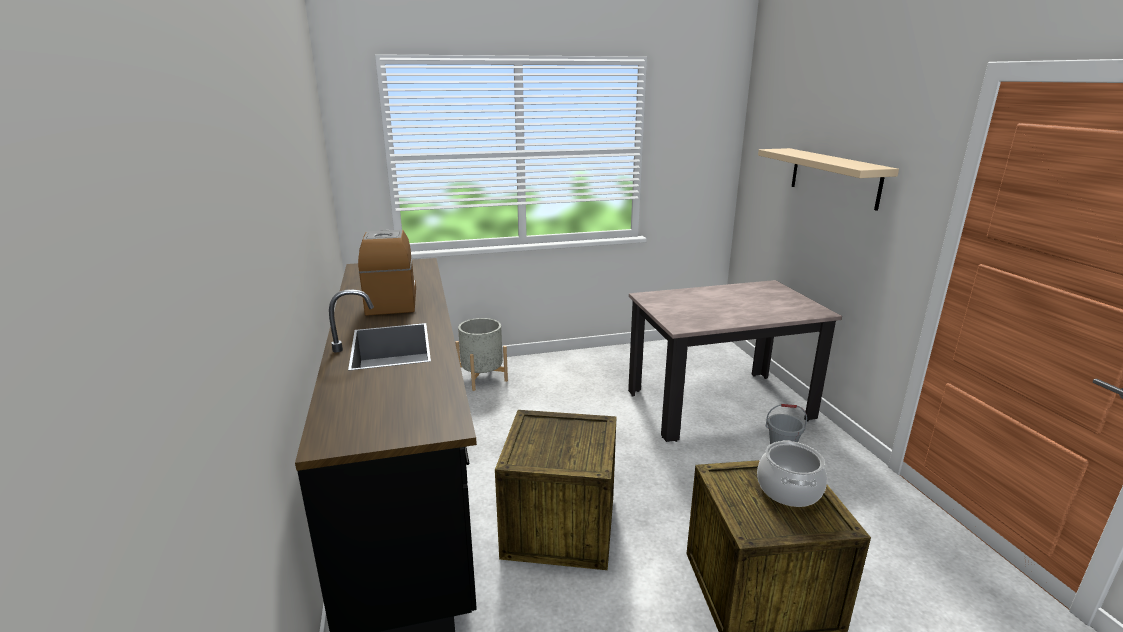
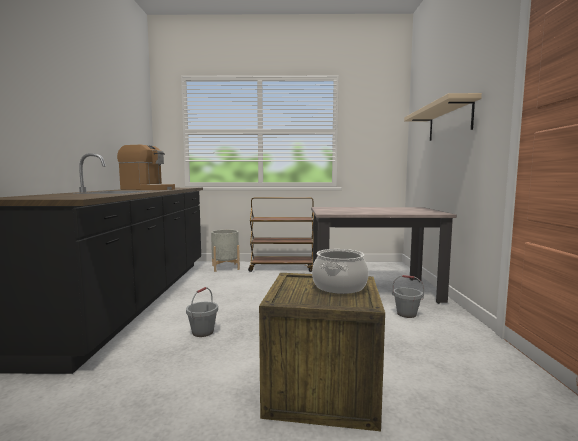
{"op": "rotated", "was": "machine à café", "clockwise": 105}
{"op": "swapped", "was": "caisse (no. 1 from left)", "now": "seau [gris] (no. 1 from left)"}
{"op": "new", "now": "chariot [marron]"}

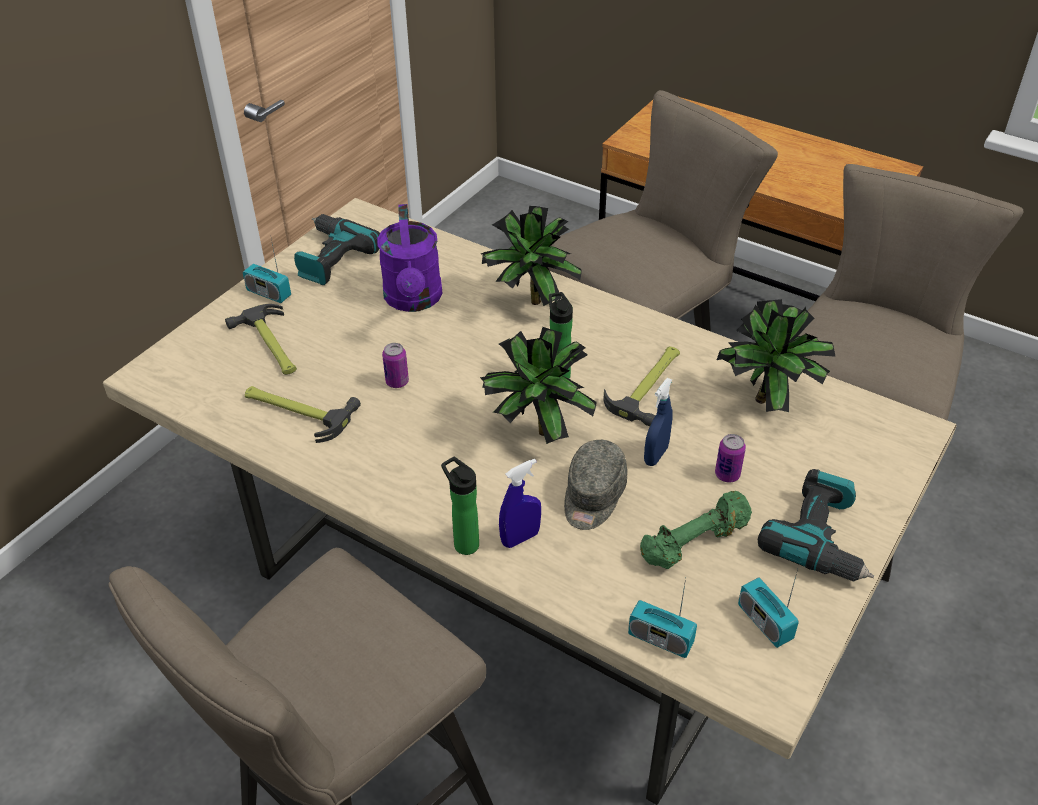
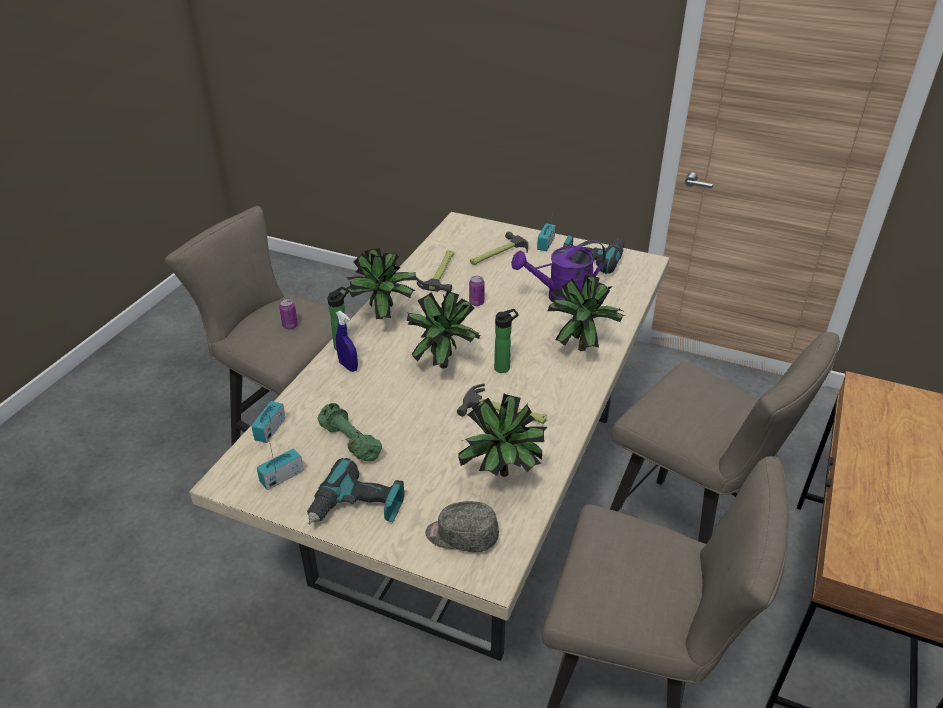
{"op": "shifted", "was": "casquette [gris]"}
{"op": "gone", "was": "vaporisateur [bleu] (no. 2 from left)"}
{"op": "shifted", "was": "boîte métallique (no. 2 from left in the first image)", "now": "boîte métallique (no. 1 from left)"}
{"op": "new", "now": "plante en pot (no. 1 from left)"}

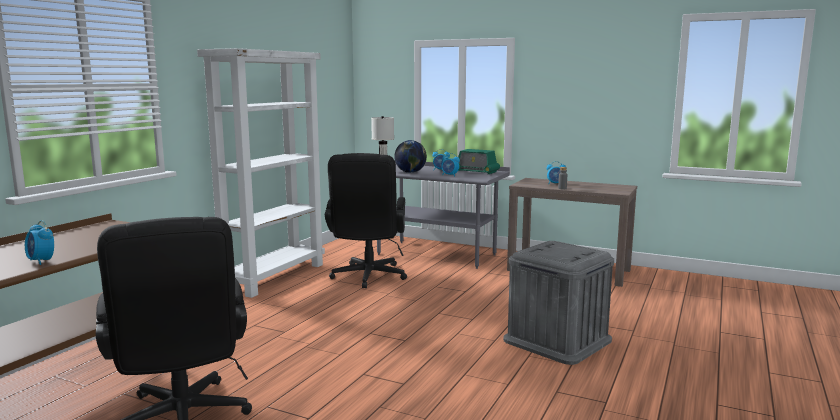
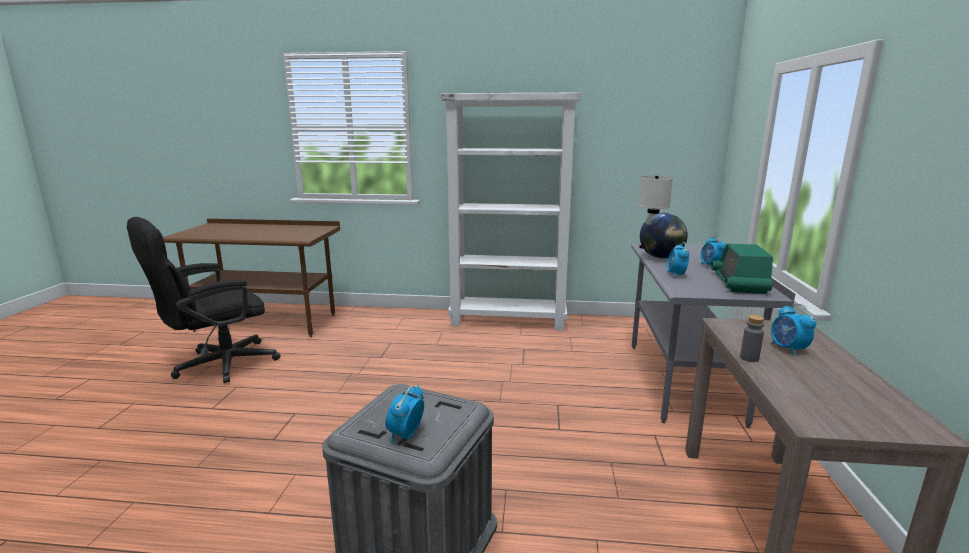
{"op": "shifted", "was": "réveil (no. 1 from left)"}
{"op": "gone", "was": "chaise de bureau [noir] (no. 2 from left)"}

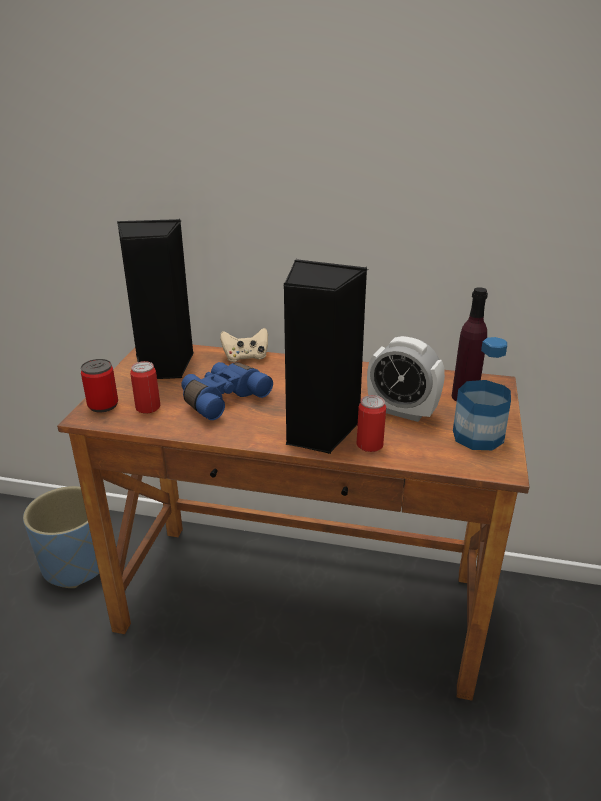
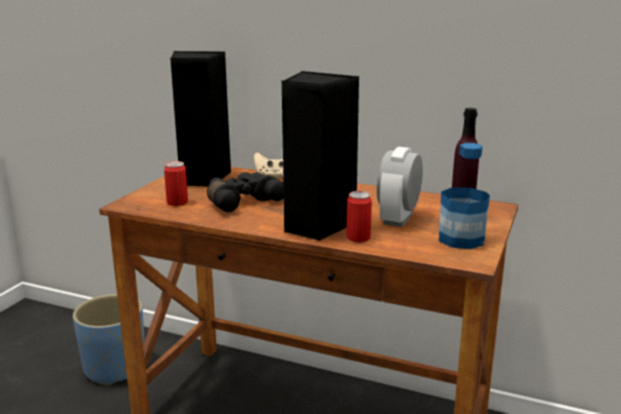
{"op": "gone", "was": "boîte métallique (no. 1 from left)"}
{"op": "repainted", "was": "jumelles [bleu]", "now": "jumelles [noir]"}
{"op": "rotated", "was": "réveil", "clockwise": 75}

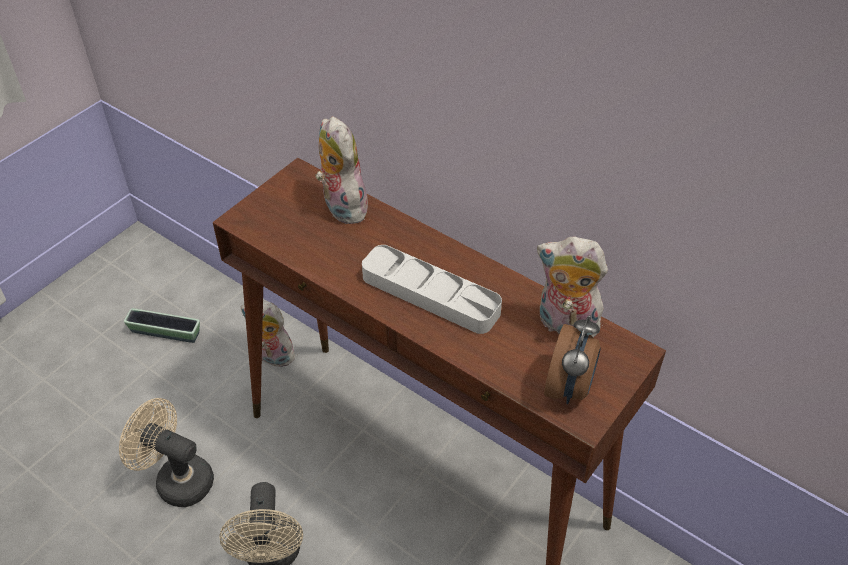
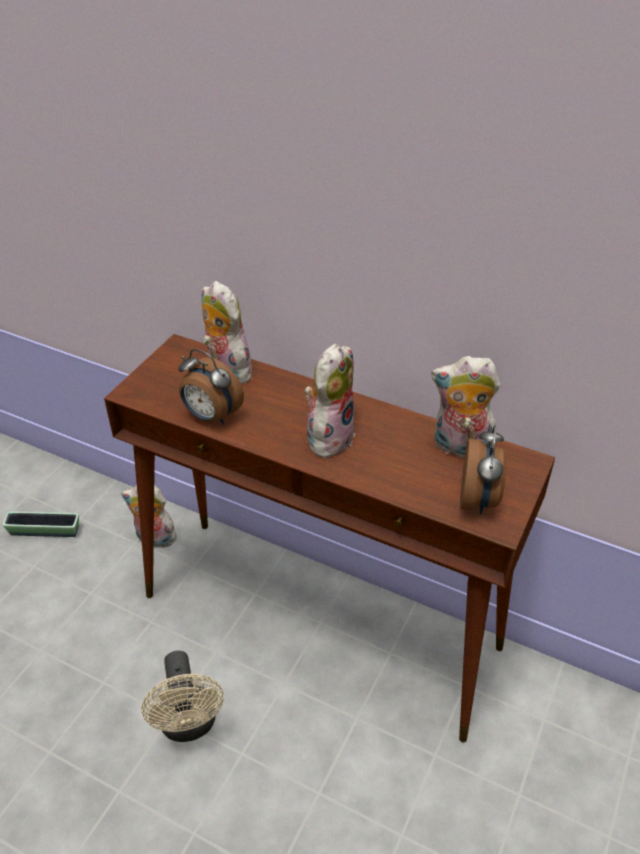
{"op": "gone", "was": "ventilateur [beige] (no. 1 from left)"}
{"op": "swapped", "was": "plateau [gris]", "now": "peluche (no. 3 from left)"}
{"op": "new", "now": "réveil (no. 1 from left)"}

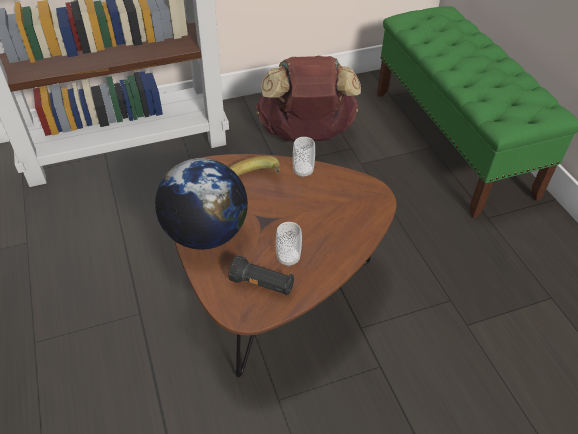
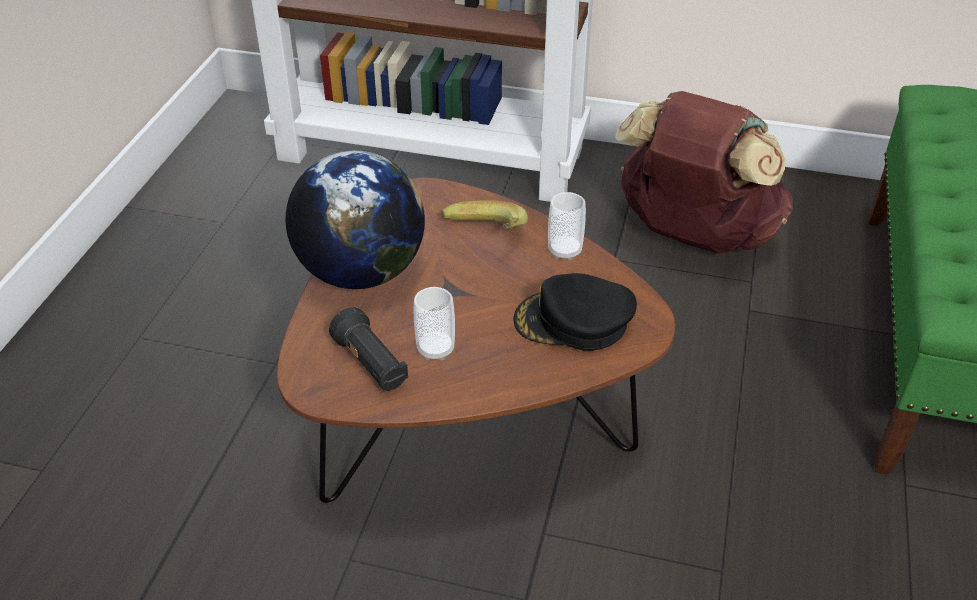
{"op": "new", "now": "casquette [noir]"}

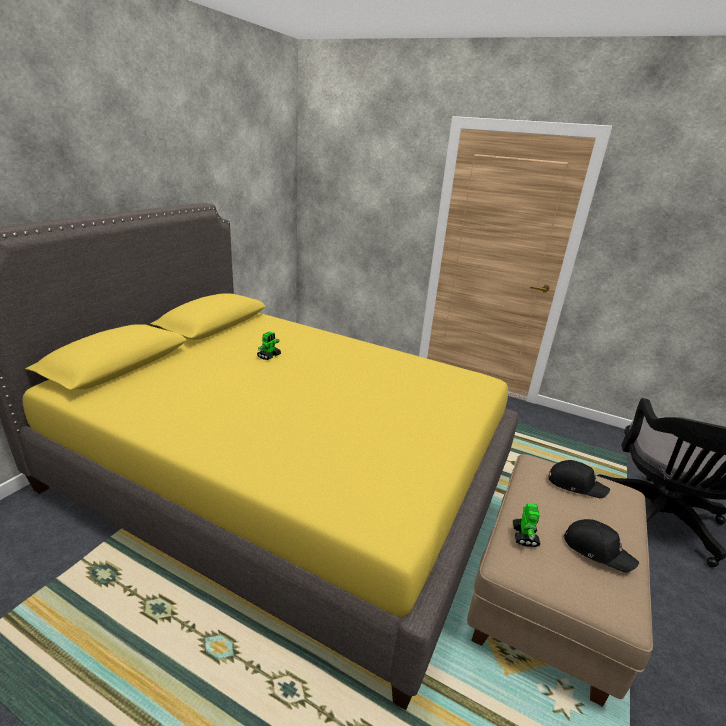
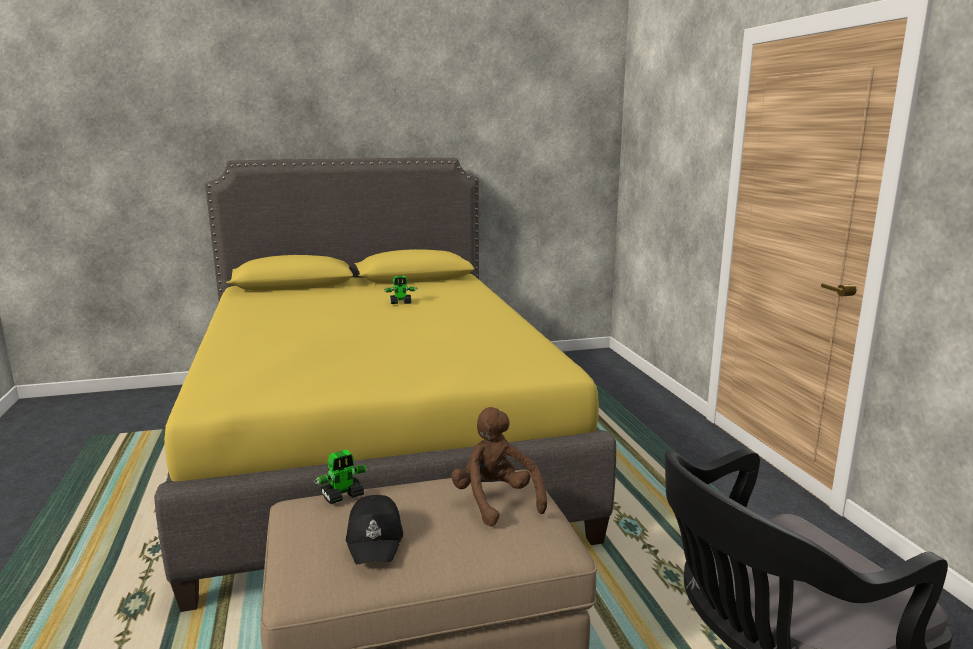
{"op": "swapped", "was": "casquette [noir] (no. 1 from left)", "now": "peluche [marron]"}

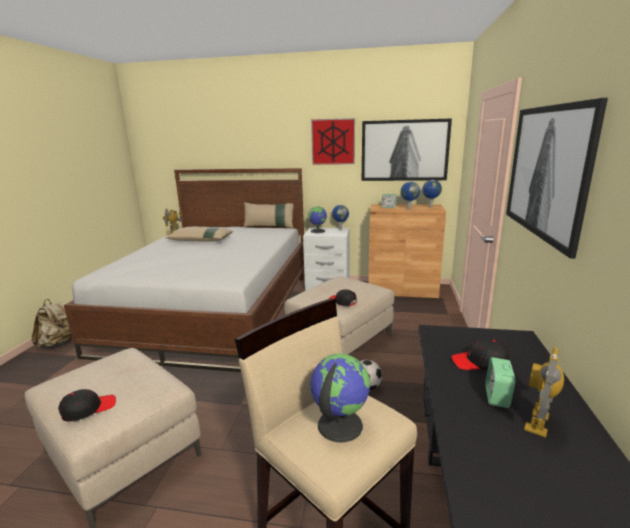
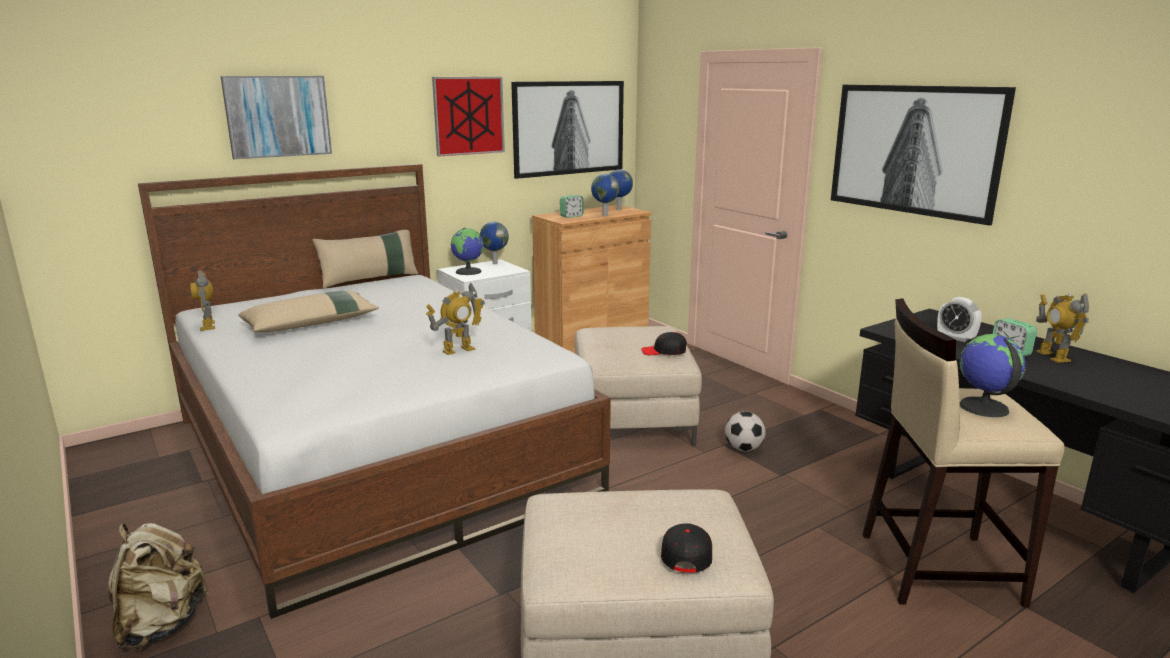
{"op": "swapped", "was": "casquette [noir] (no. 3 from left)", "now": "réveil (no. 2 from left)"}
{"op": "new", "now": "tableau (no. 1 from left)"}
{"op": "new", "now": "robot jouet (no. 2 from left)"}

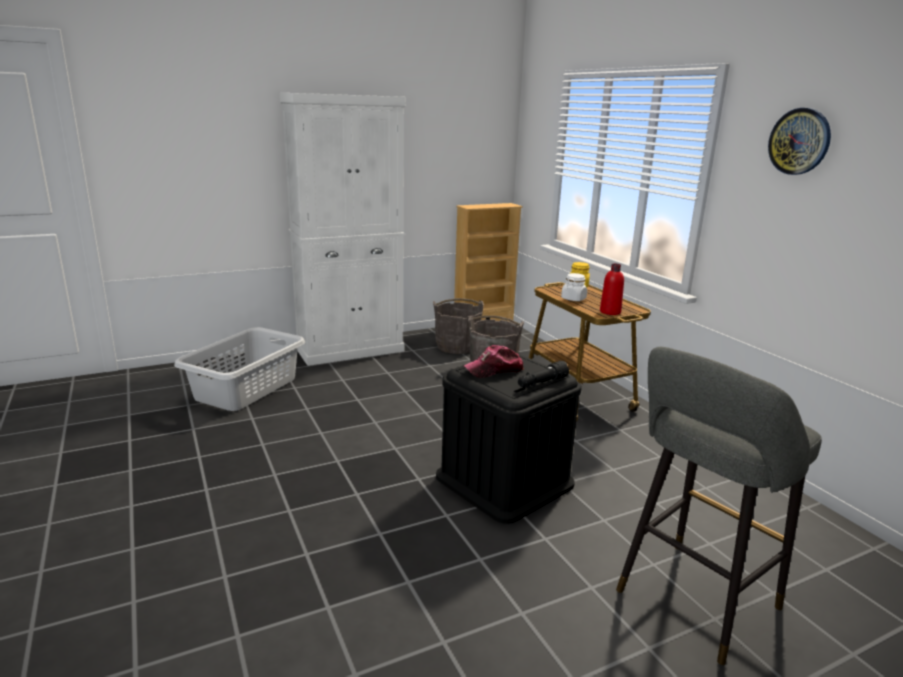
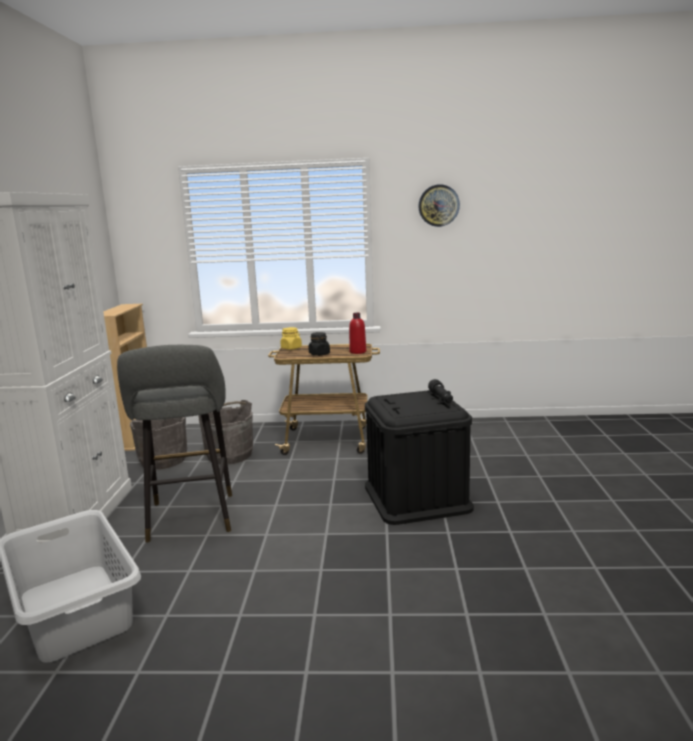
{"op": "gone", "was": "casquette"}
{"op": "repainted", "was": "bocal [blanc]", "now": "bocal [noir]"}
{"op": "shifted", "was": "tabouret [gris]"}

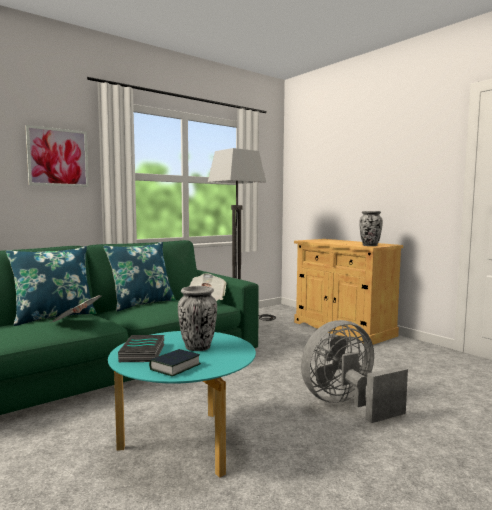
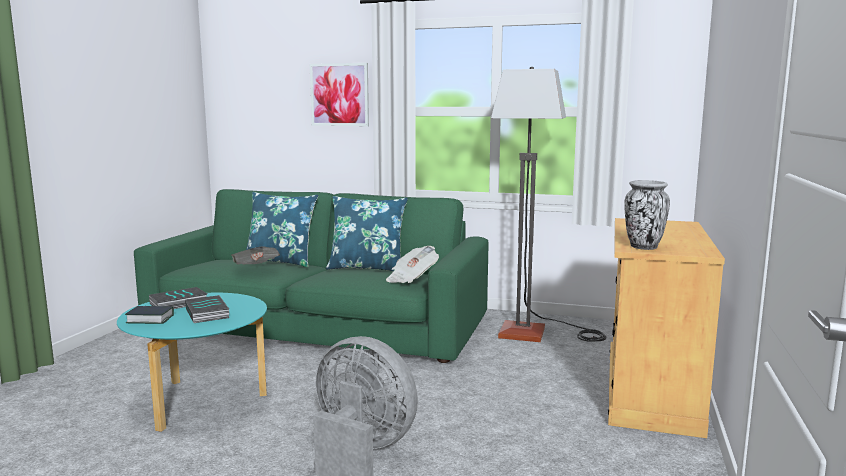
{"op": "swapped", "was": "vase (no. 1 from left)", "now": "livre (no. 3 from left)"}

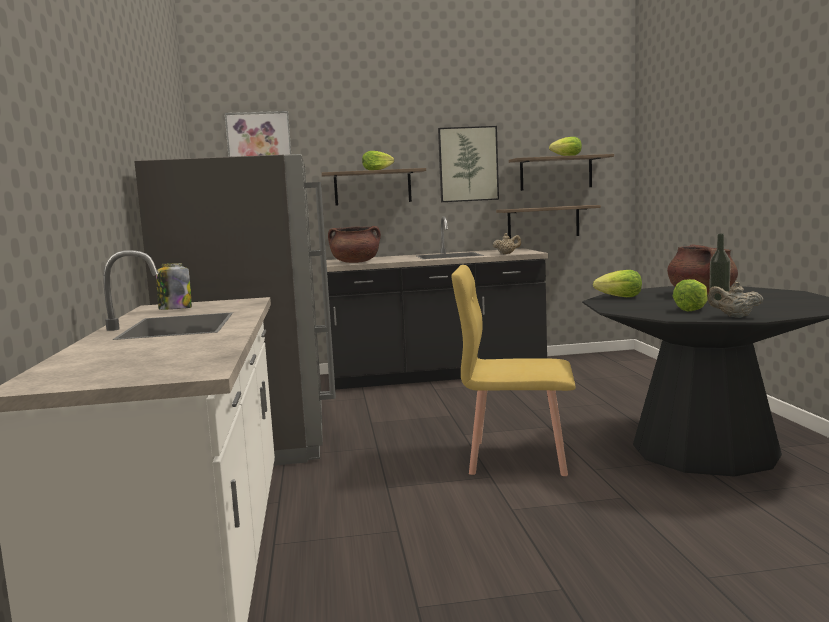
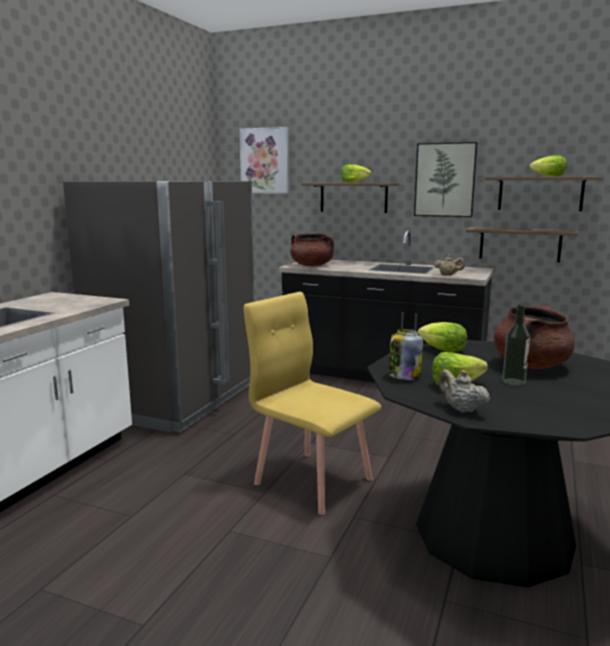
{"op": "shifted", "was": "bocal"}

